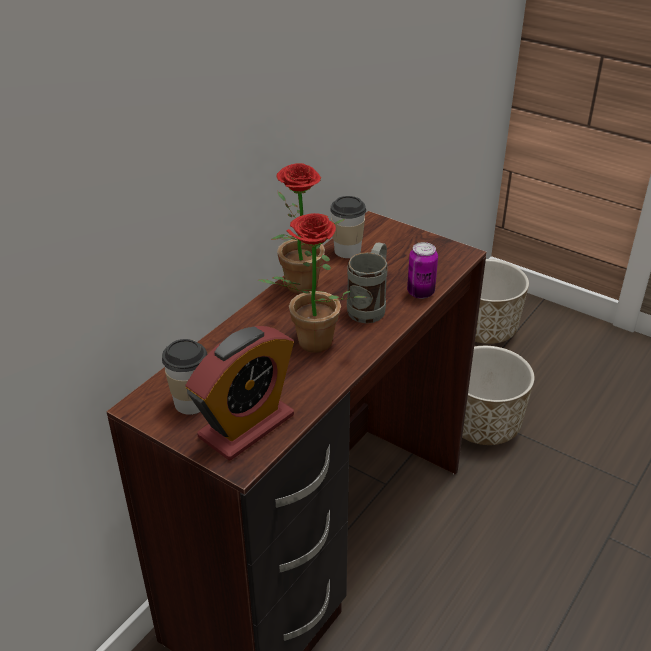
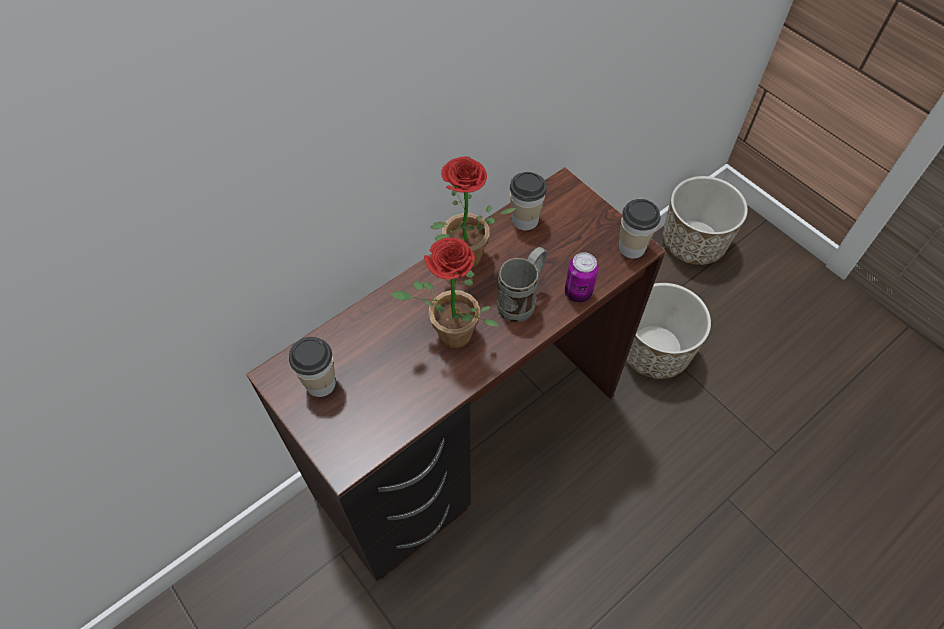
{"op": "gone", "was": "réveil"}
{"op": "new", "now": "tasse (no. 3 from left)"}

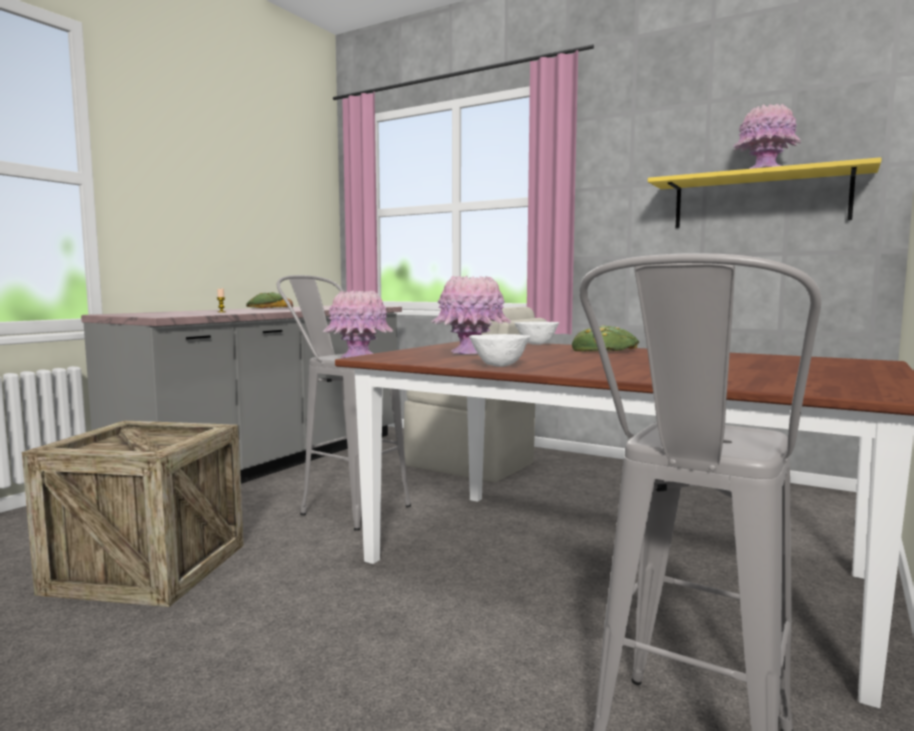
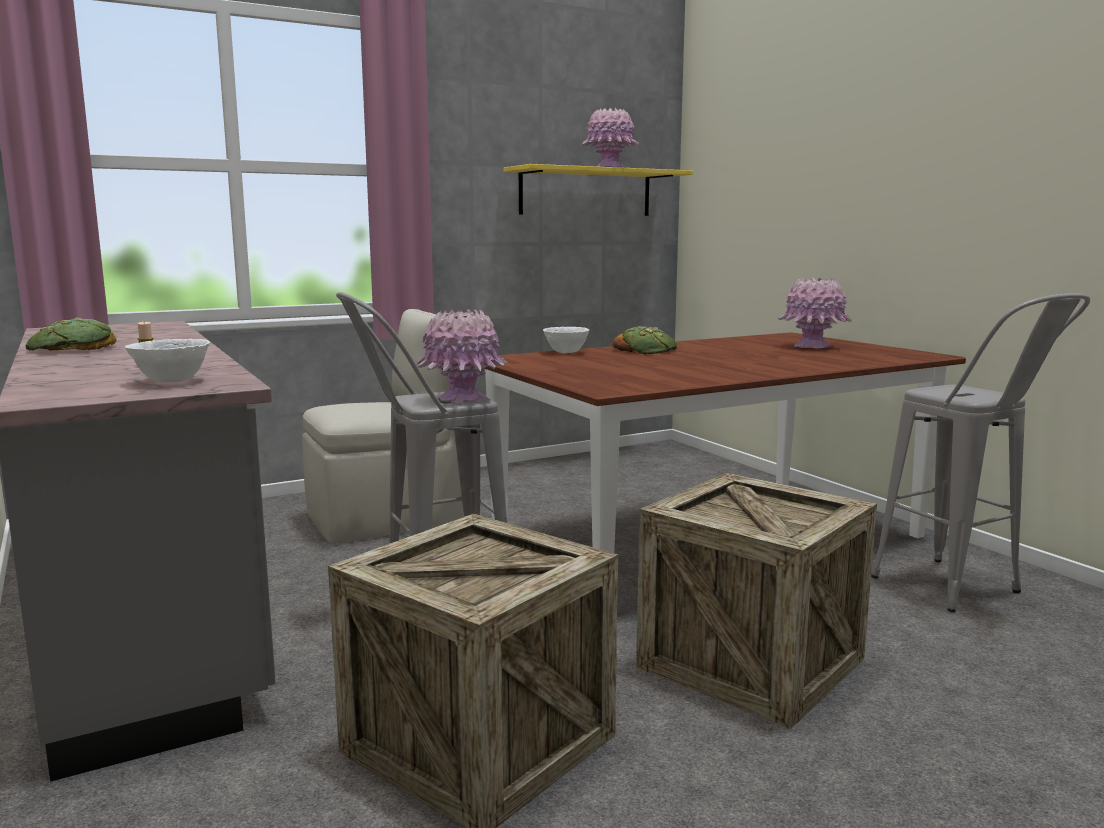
{"op": "shifted", "was": "vase [rose] (no. 2 from left in the first image)", "now": "vase [rose] (no. 3 from left)"}
{"op": "shifted", "was": "bol [blanc] (no. 1 from left)"}
{"op": "new", "now": "caisse (no. 2 from left)"}

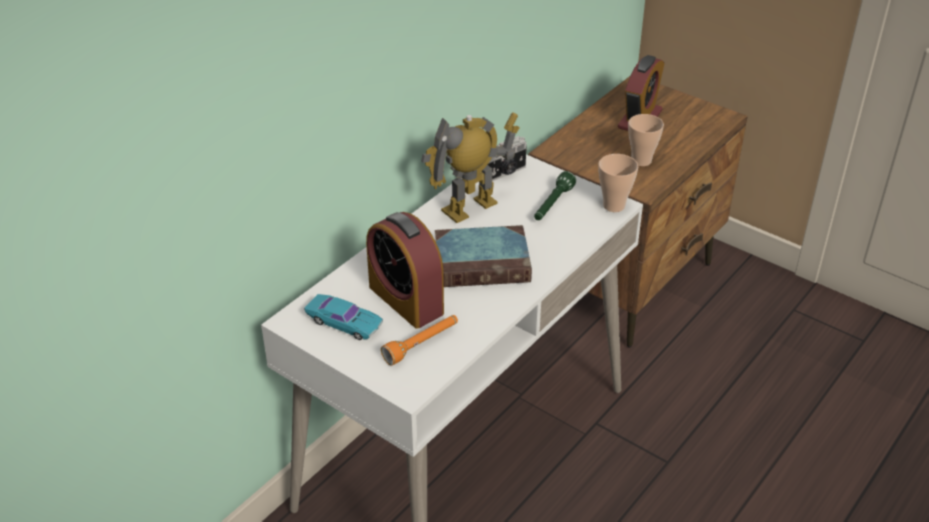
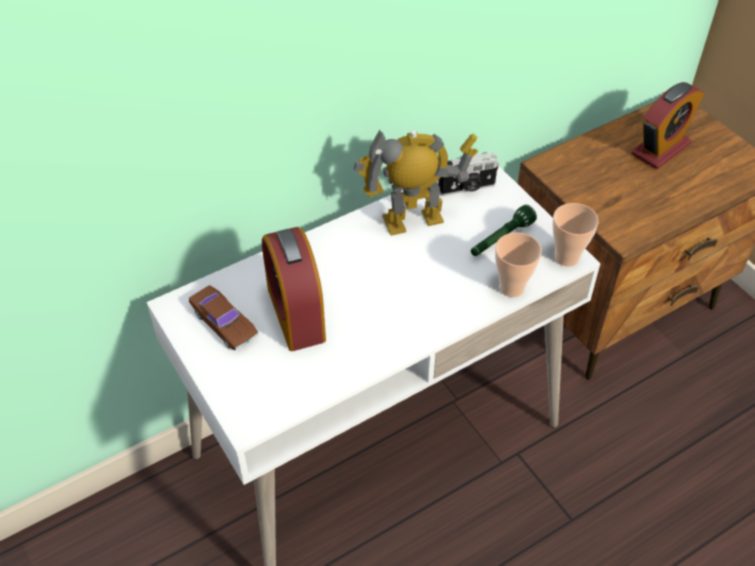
{"op": "repainted", "was": "petite voiture [turquoise]", "now": "petite voiture [marron]"}
{"op": "gone", "was": "lampe de poche [orange]"}
{"op": "gone", "was": "livre"}
{"op": "shifted", "was": "tasse (no. 2 from left in the first image)", "now": "tasse (no. 1 from left)"}

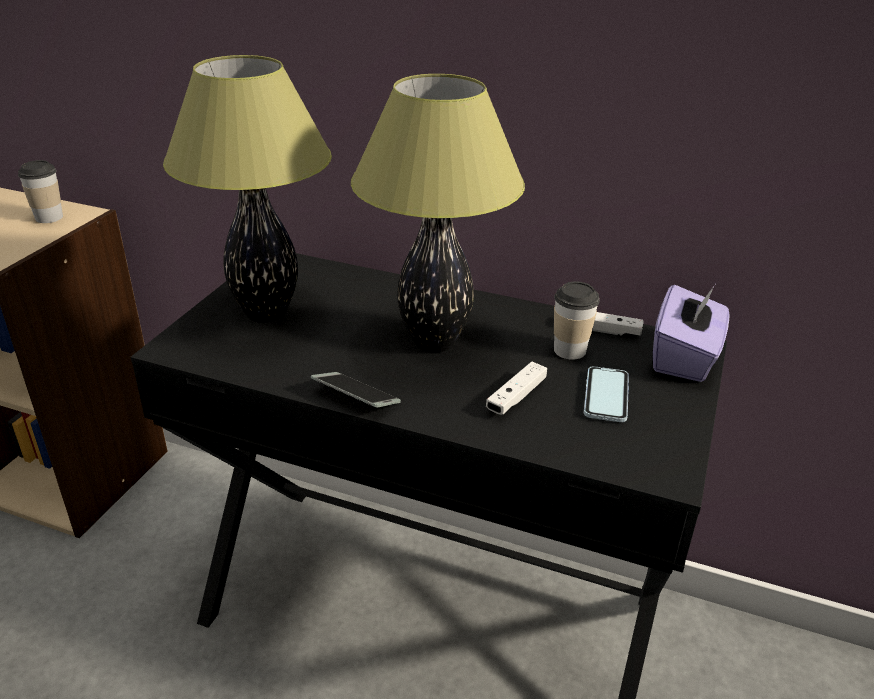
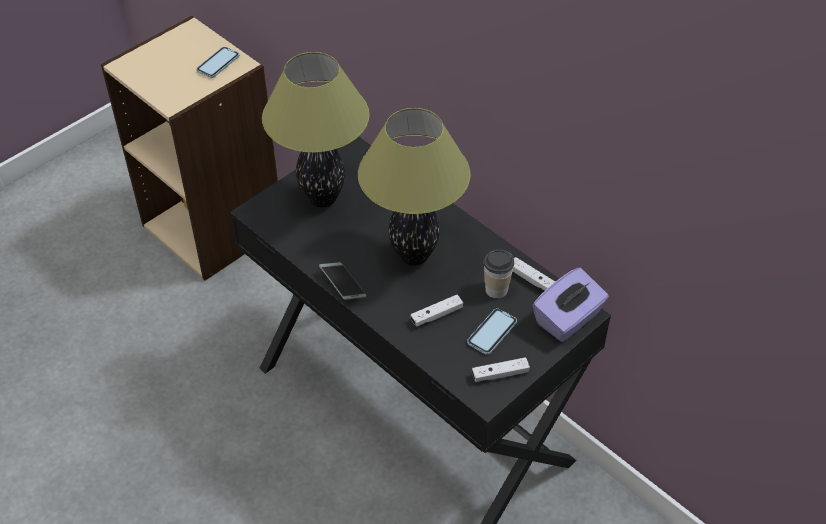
{"op": "swapped", "was": "tasse (no. 1 from left)", "now": "téléphone (no. 1 from left)"}
{"op": "new", "now": "manette [blanc] (no. 2 from left)"}

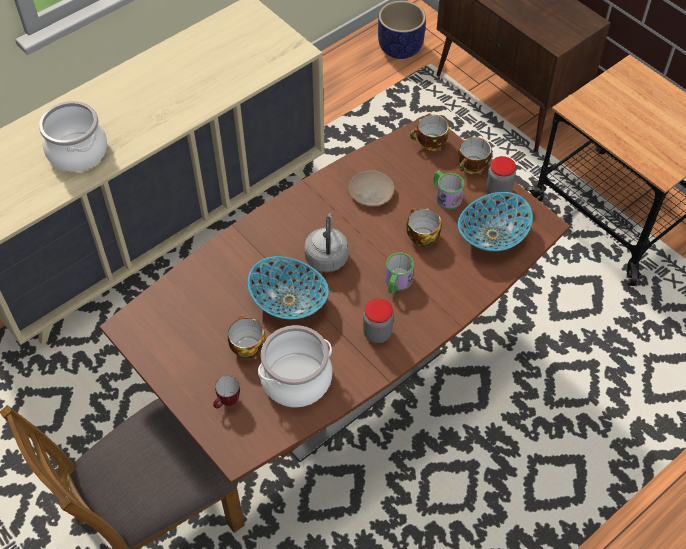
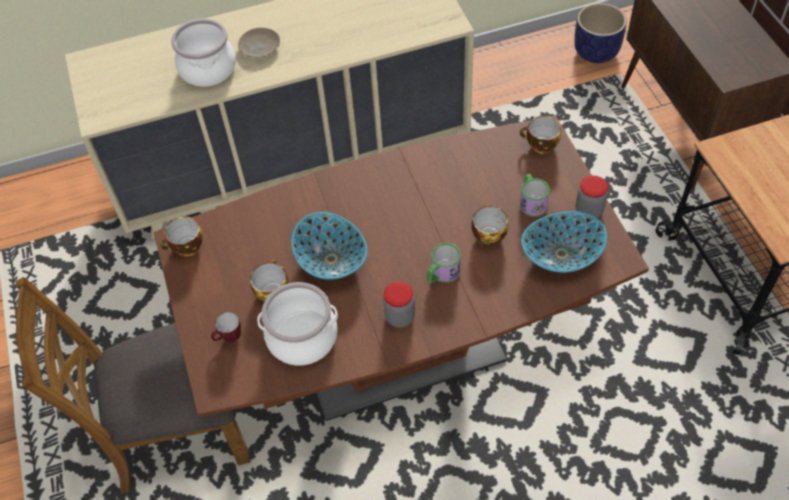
{"op": "gone", "was": "bouilloire [gris]"}
{"op": "shifted", "was": "assiette [beige]"}
{"op": "shifted", "was": "tasse (no. 4 from left in the first image)", "now": "tasse (no. 1 from left)"}

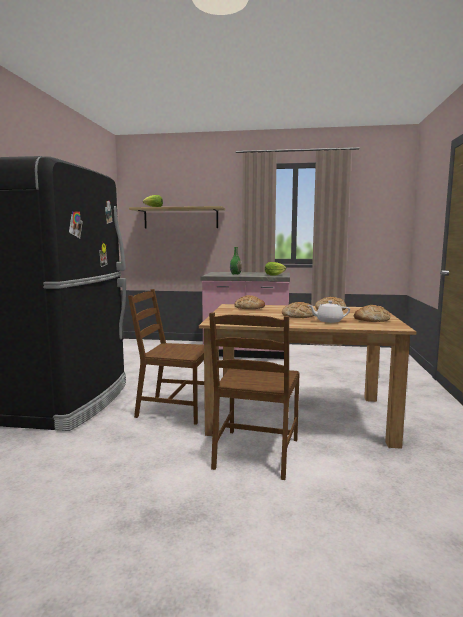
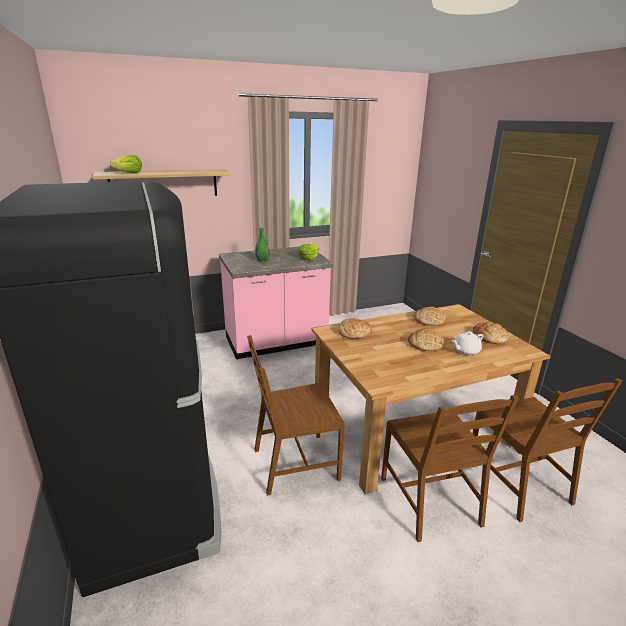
{"op": "new", "now": "chaise [marron] (no. 3 from left)"}

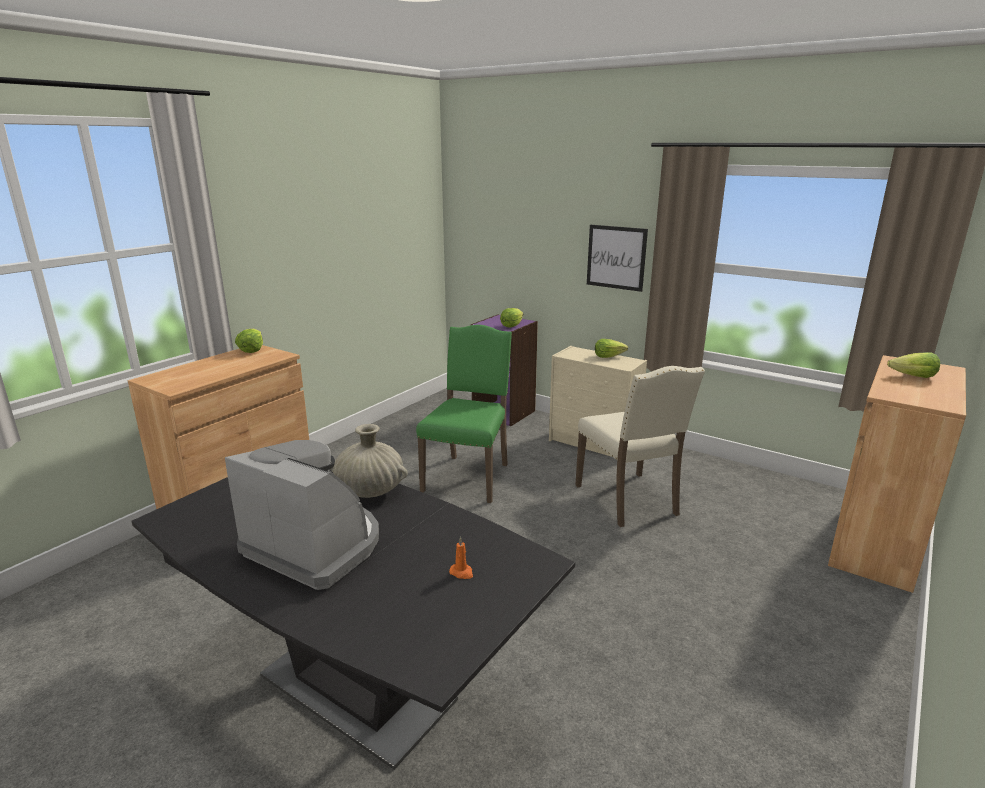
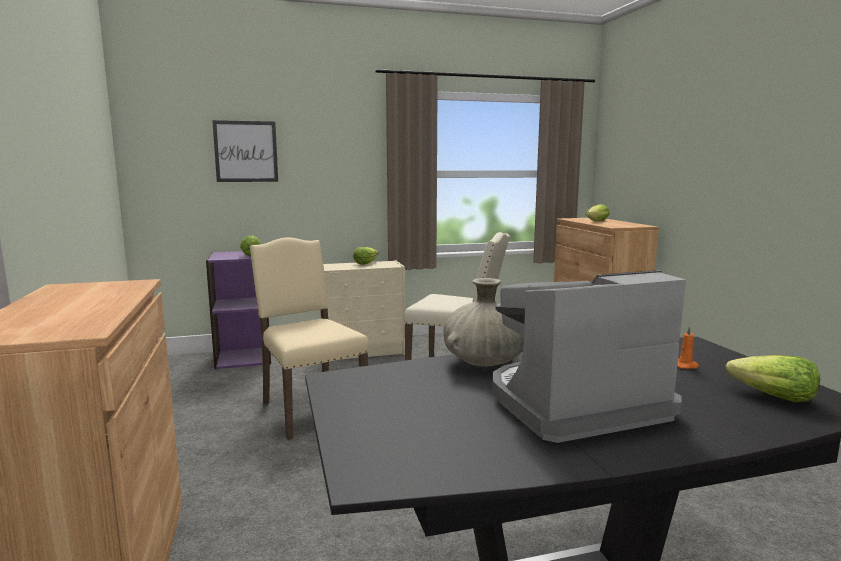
{"op": "shifted", "was": "laitue (no. 1 from left in the first image)", "now": "laitue (no. 4 from left)"}
{"op": "repainted", "was": "chaise [vert]", "now": "chaise [beige] (no. 1 from left)"}
{"op": "shifted", "was": "tableau"}

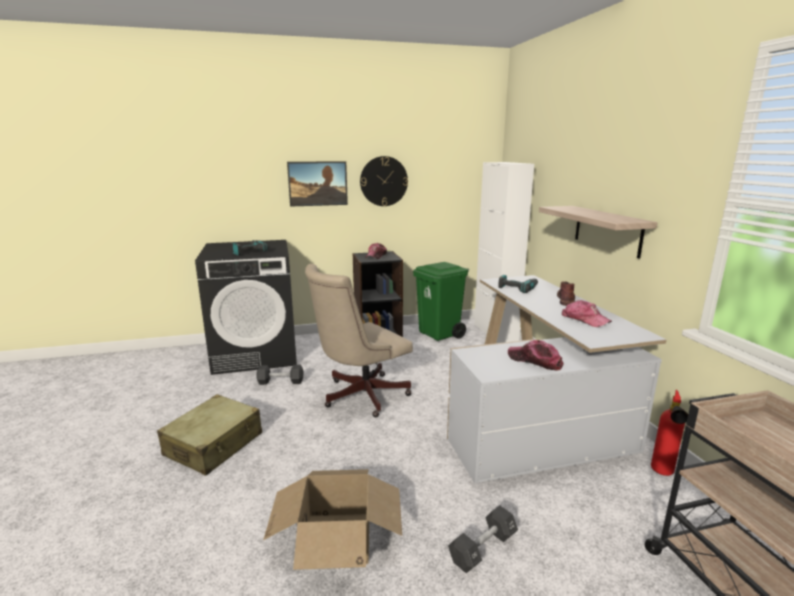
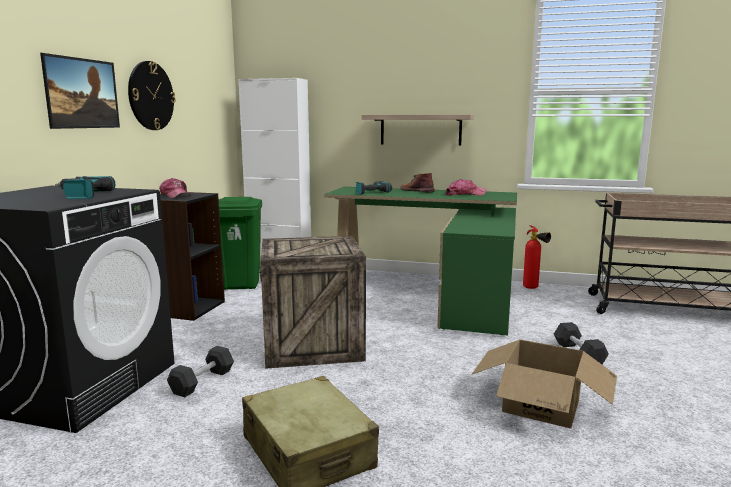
{"op": "swapped", "was": "chaise de bureau [beige]", "now": "caisse"}
{"op": "repainted", "was": "bureau [blanc]", "now": "bureau [vert]"}
{"op": "gone", "was": "casquette (no. 2 from left)"}

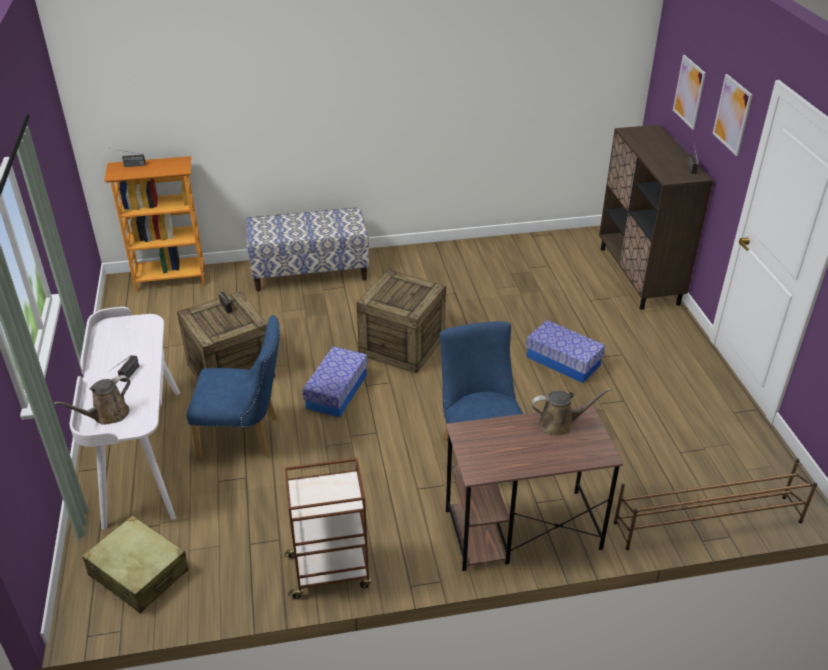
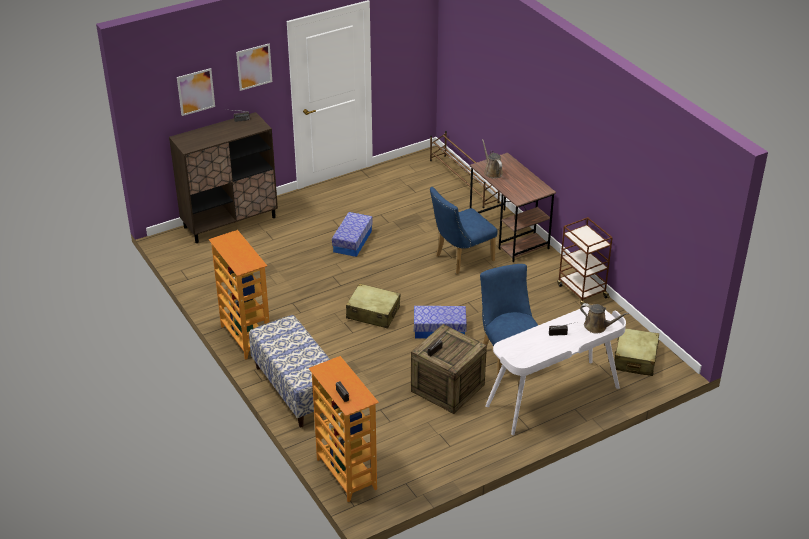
{"op": "swapped", "was": "caisse (no. 2 from left)", "now": "valise [beige] (no. 1 from left)"}
{"op": "new", "now": "bibliothèque (no. 1 from left)"}

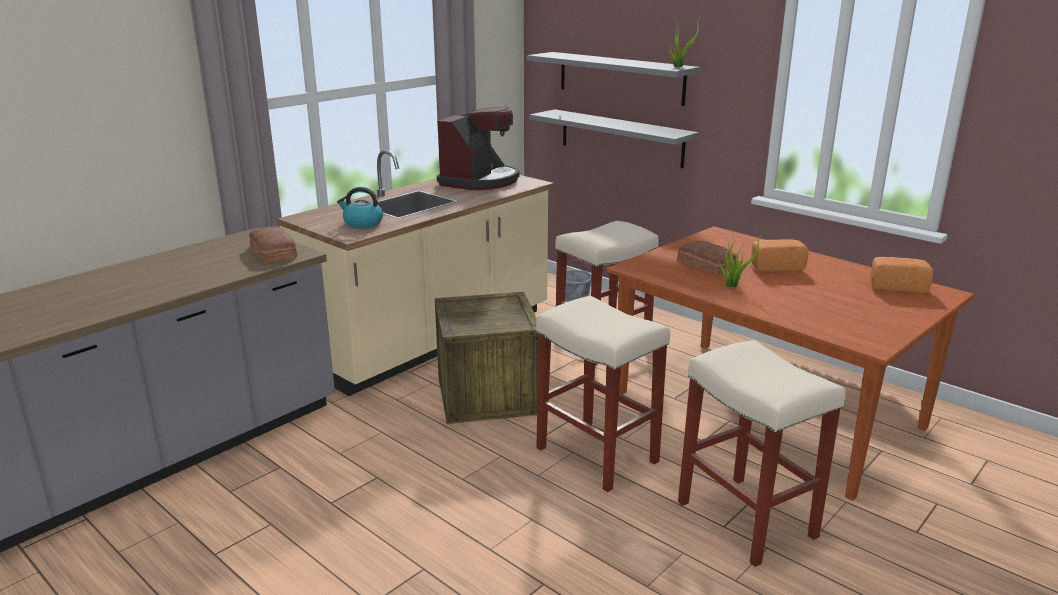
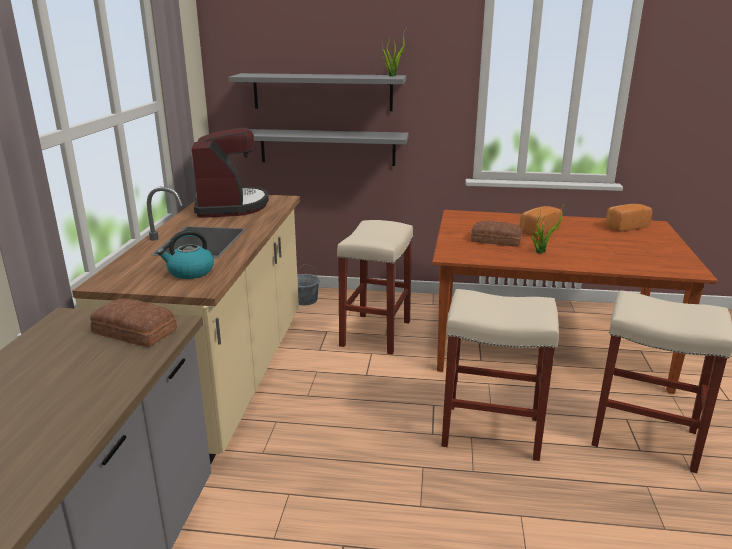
{"op": "gone", "was": "caisse"}

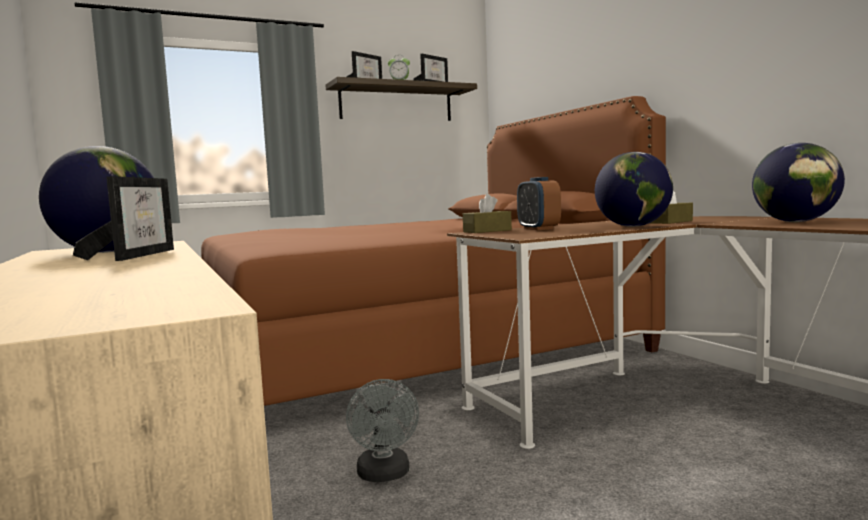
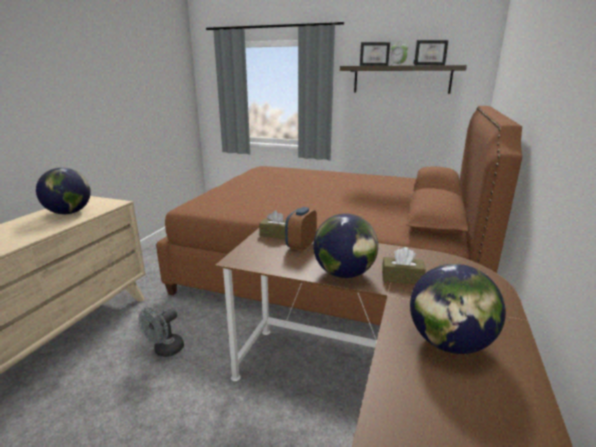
{"op": "gone", "was": "cadre photo (no. 1 from left)"}

